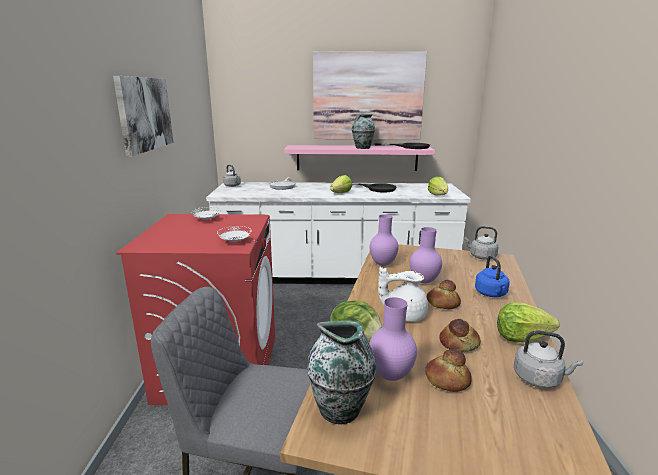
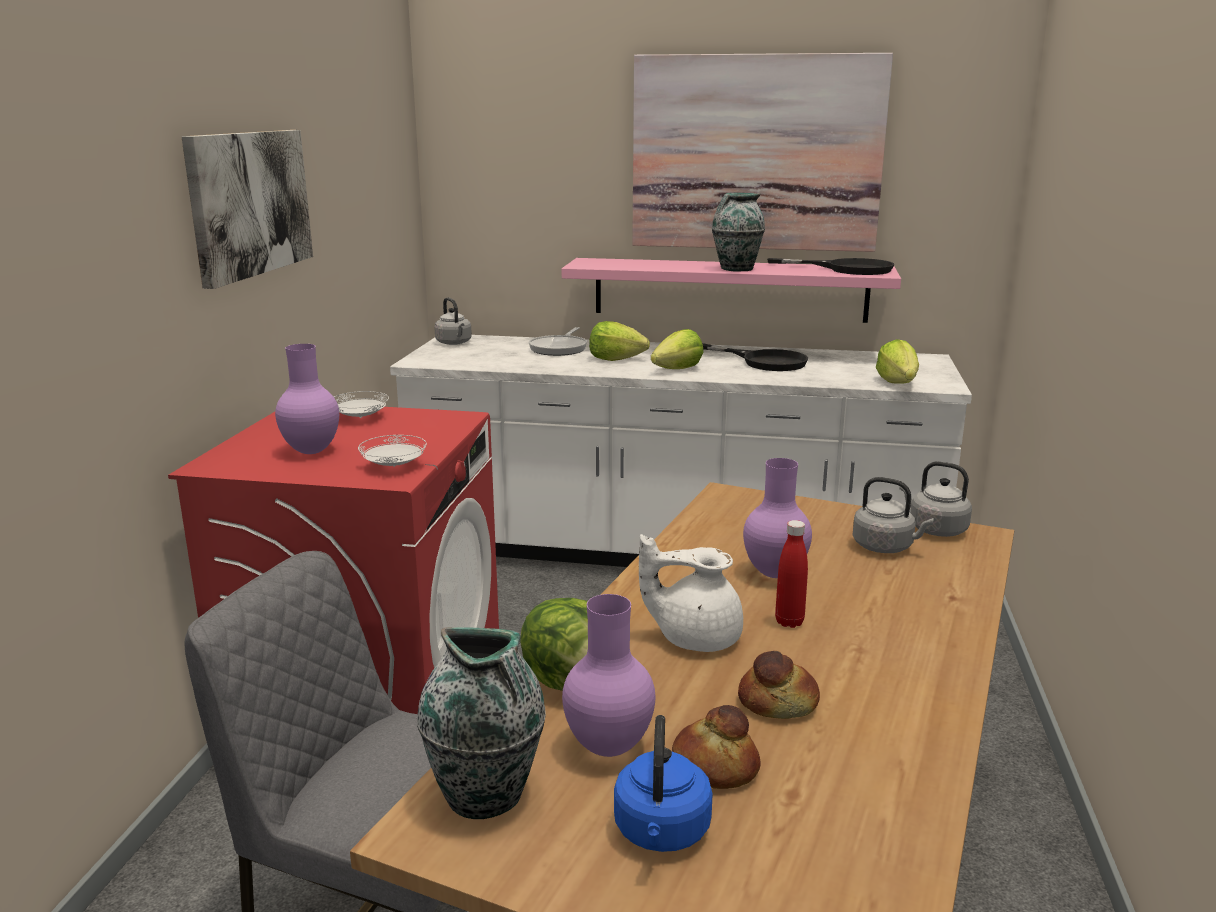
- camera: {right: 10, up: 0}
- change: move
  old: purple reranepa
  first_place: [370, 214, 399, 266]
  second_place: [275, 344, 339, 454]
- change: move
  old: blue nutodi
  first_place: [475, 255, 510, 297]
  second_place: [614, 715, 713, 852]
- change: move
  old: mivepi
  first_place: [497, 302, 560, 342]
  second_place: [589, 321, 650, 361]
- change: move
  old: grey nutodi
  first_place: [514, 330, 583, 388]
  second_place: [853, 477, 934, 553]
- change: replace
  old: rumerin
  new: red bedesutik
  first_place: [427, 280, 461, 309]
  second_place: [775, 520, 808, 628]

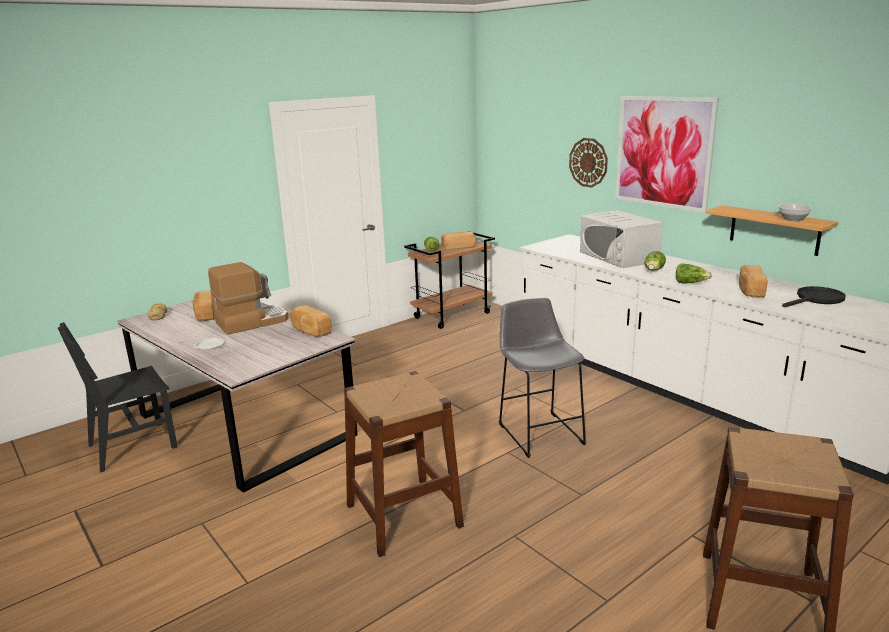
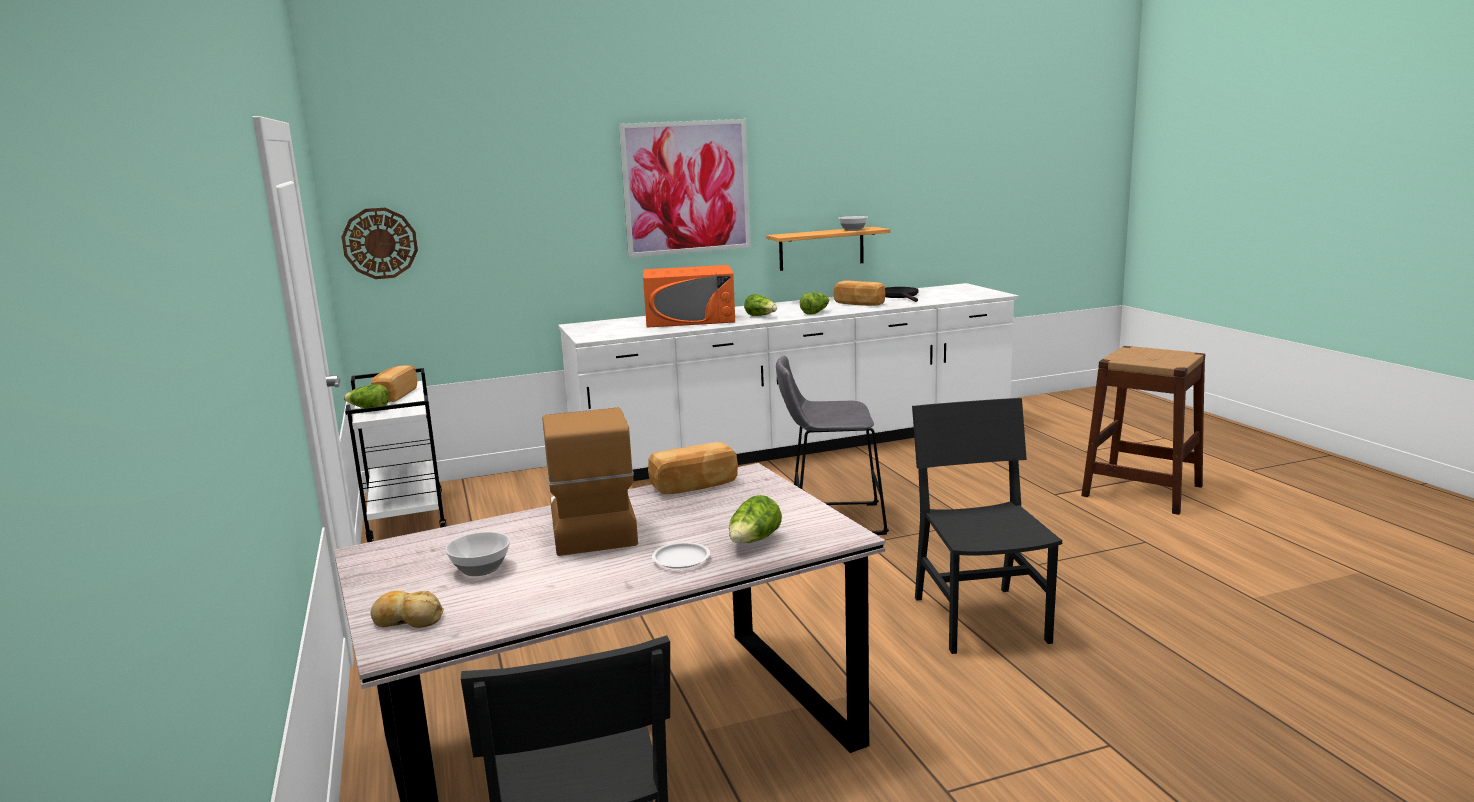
- camera: {right: -70, up: -5}
- change: insert
  new: mivepi
  second_place: [729, 495, 782, 543]
- change: move
  old: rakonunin
  first_place: [569, 138, 608, 187]
  second_place: [341, 208, 418, 279]
- change: replace
  old: rumerin
  new: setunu
  first_place: [193, 290, 215, 321]
  second_place: [445, 532, 510, 576]
- change: replace
  old: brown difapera
  new: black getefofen
  first_place: [344, 371, 464, 557]
  second_place: [912, 398, 1063, 654]
- change: recolor
  old: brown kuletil
  new: white kuletil
  first_place: [404, 231, 495, 329]
  second_place: [345, 368, 447, 542]
- change: recolor
  old: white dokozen
  new: orange dokozen
  first_place: [580, 210, 663, 268]
  second_place: [643, 265, 735, 328]

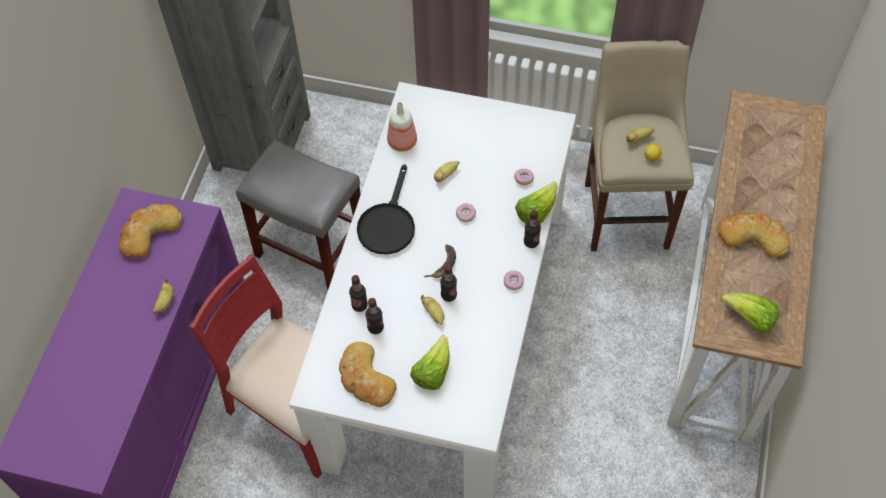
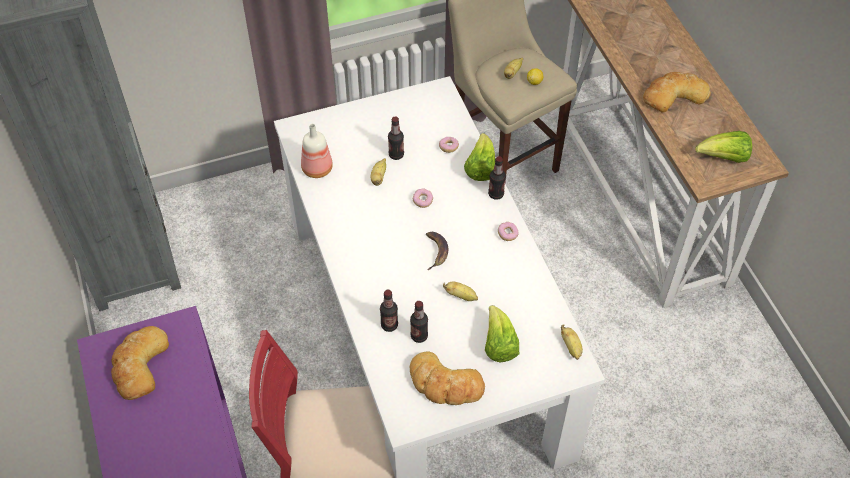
- camera: {right: -35, up: -5}
- change: delete
  old: grey difapera
  first_place: [236, 139, 361, 290]
- change: delete
  old: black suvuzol
  first_place: [357, 164, 415, 255]
- change: move
  old: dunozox
  first_place: [153, 279, 173, 313]
  second_place: [561, 324, 583, 360]
- change: move
  old: bedesutik
  first_place: [440, 265, 457, 302]
  second_place: [388, 117, 404, 160]

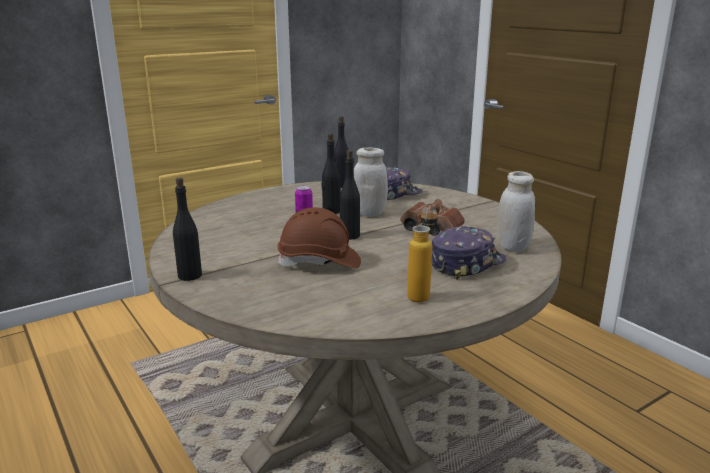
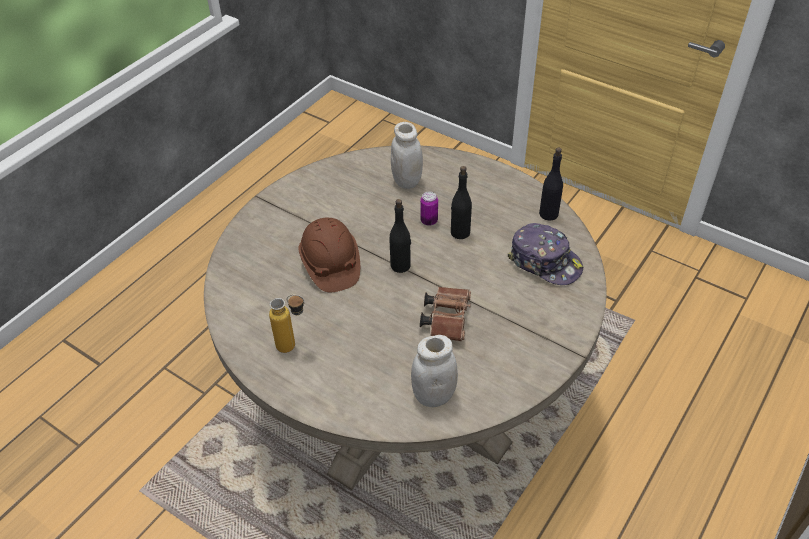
- camera: {right: 70, up: 25}
- change: delete
  old: black bedesutik
  first_place: [173, 178, 202, 281]
- change: delete
  old: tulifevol
  first_place: [432, 226, 506, 280]
- change: move
  old: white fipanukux
  first_place: [354, 147, 388, 216]
  second_place: [391, 122, 423, 189]

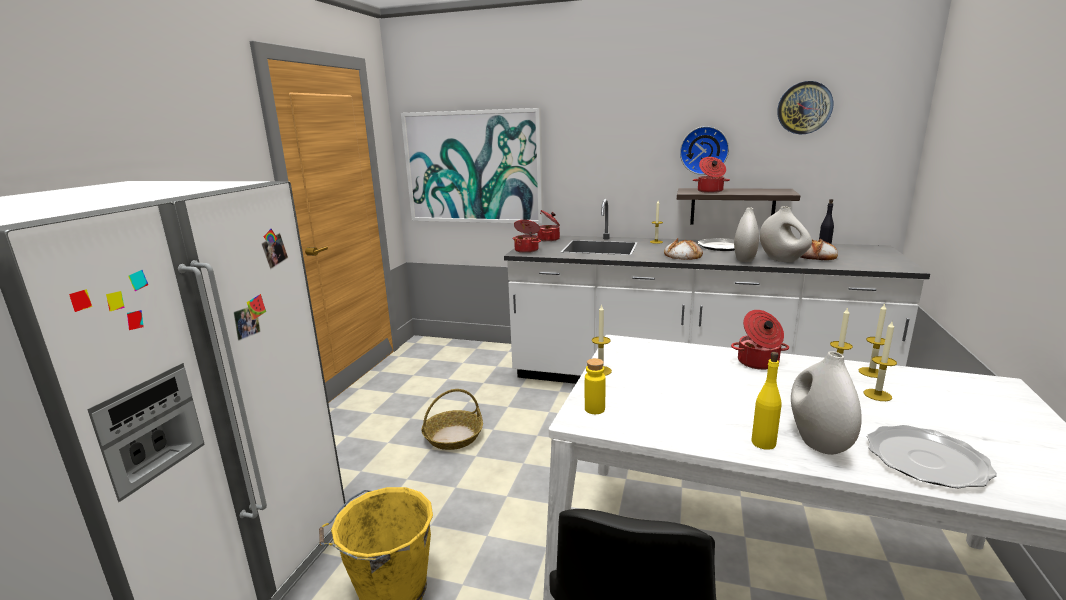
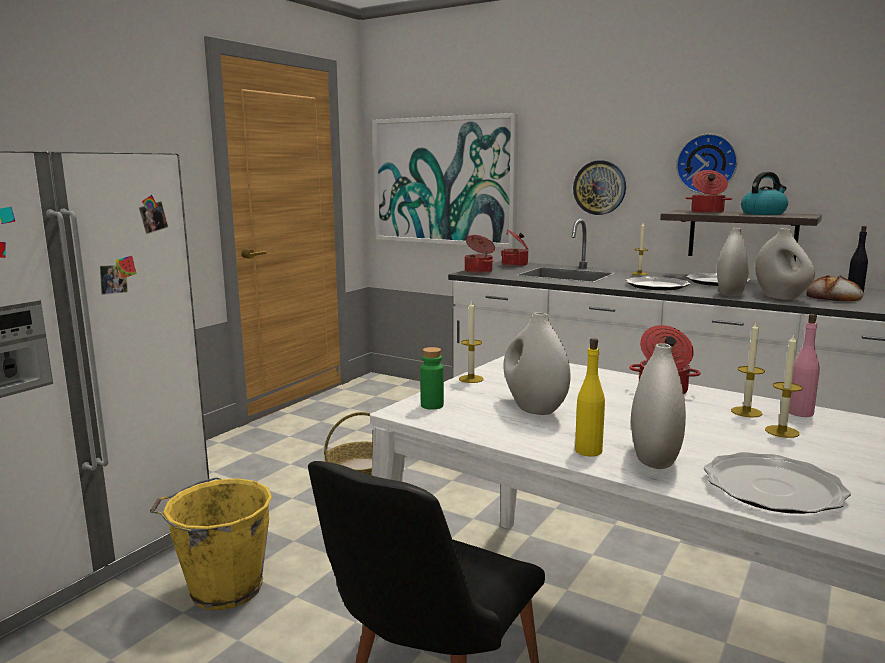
- camera: {right: 15, up: -5}
- change: insert
  new: white reranepa
  second_place: [503, 312, 570, 415]
- change: insert
  new: nutodi
  second_place: [741, 172, 788, 215]
- change: move
  old: rakonunin
  first_place: [777, 81, 833, 134]
  second_place: [573, 160, 626, 215]
- change: replace
  old: rumerin
  new: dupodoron
  first_place: [664, 238, 703, 260]
  second_place: [626, 277, 690, 290]
- change: replace
  old: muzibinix
  new: pink bedesutik
  first_place: [859, 303, 886, 378]
  second_place: [789, 314, 820, 417]
- change: recolor
  old: yellow bedesutik
  new: green bedesutik
  first_place: [585, 358, 606, 414]
  second_place: [420, 347, 444, 410]

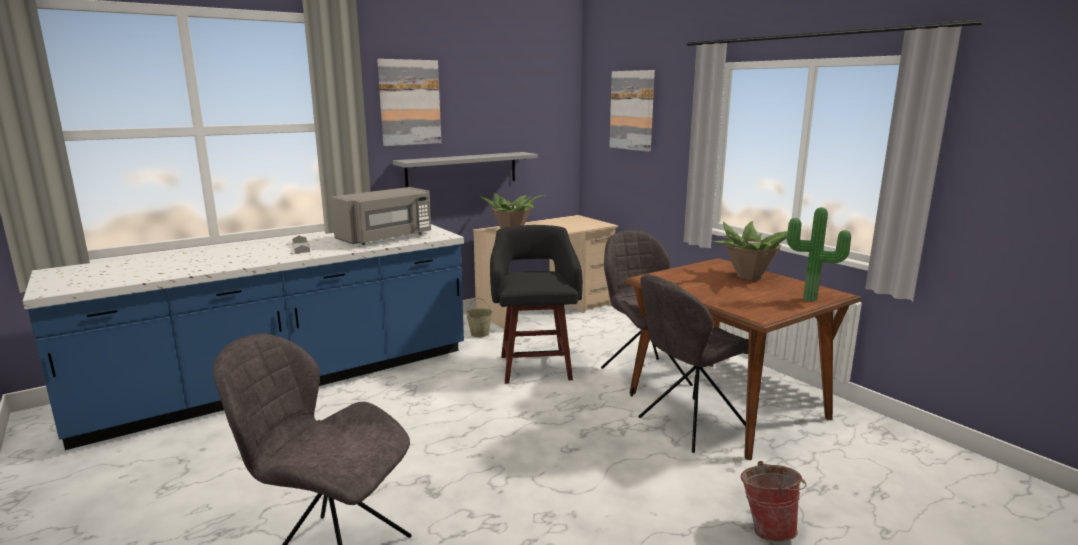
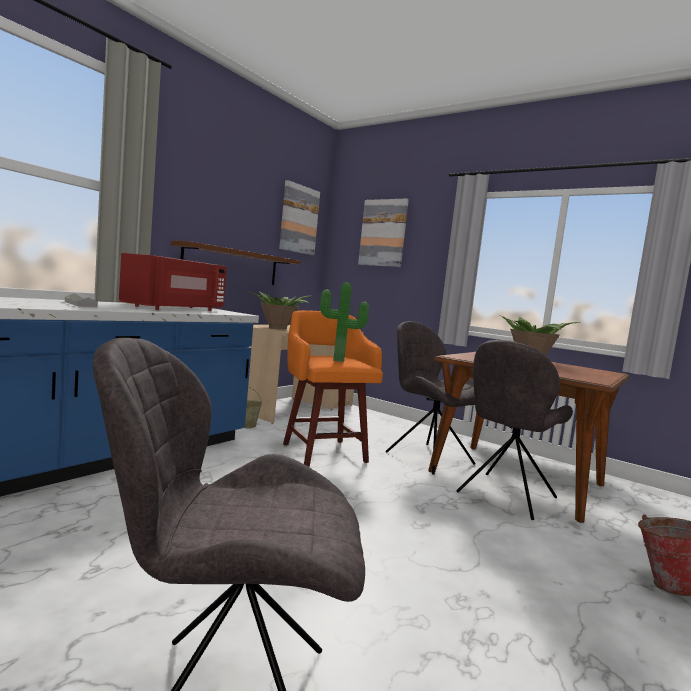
- camera: {right: -20, up: -10}
- change: move
  old: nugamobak
  first_place: [377, 59, 441, 146]
  second_place: [279, 180, 320, 255]
- change: move
  old: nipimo
  first_place: [787, 207, 851, 302]
  second_place: [320, 282, 369, 362]
- change: recolor
  old: grey dokozen
  new: red dokozen
  first_place: [331, 187, 431, 245]
  second_place: [119, 253, 227, 311]
- change: recolor
  old: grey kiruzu
  new: brown kiruzu
  first_place: [393, 152, 538, 187]
  second_place: [171, 241, 301, 285]
- change: recolor
  old: black difapera
  new: orange difapera
  first_place: [490, 225, 583, 384]
  second_place: [283, 310, 383, 467]

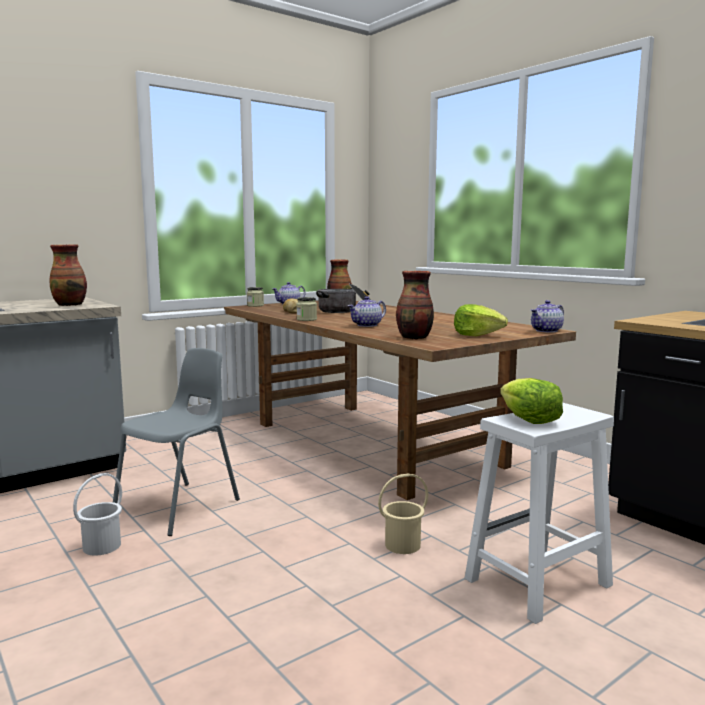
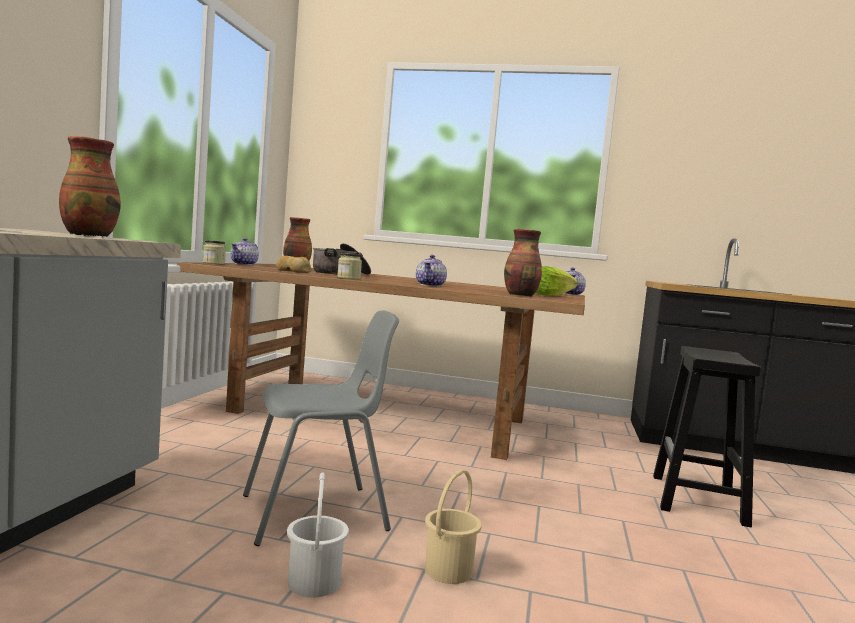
- camera: {right: -40, up: -5}
- change: delete
  old: mivepi
  first_place: [500, 378, 563, 424]
- change: move
  old: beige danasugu
  first_place: [378, 473, 428, 554]
  second_place: [425, 470, 482, 584]
- change: recolor
  old: white difapera
  new: black difapera
  first_place: [465, 403, 614, 624]
  second_place: [653, 346, 761, 527]
- change: rotate
  old: grey getefofen
  first_place: [113, 348, 240, 536]
  second_place: [243, 311, 399, 546]
  degrees: 75

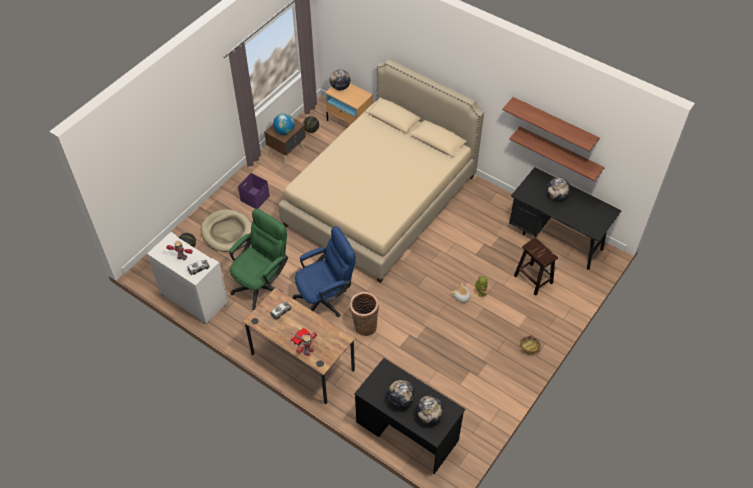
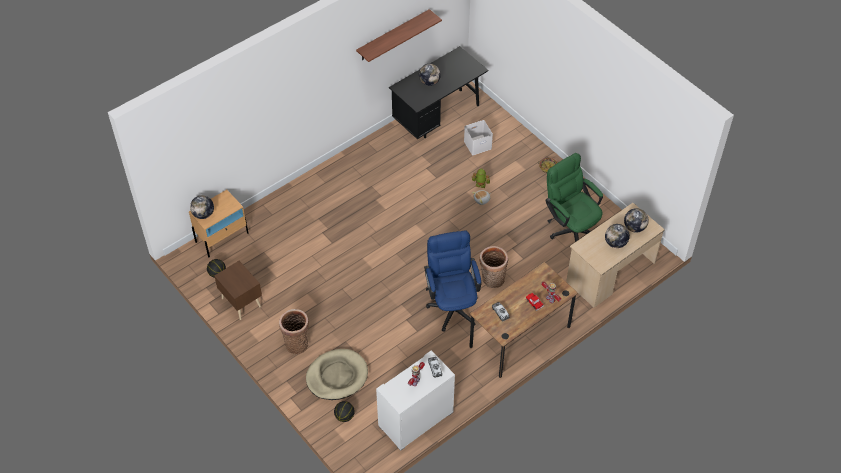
- camera: {right: -75, up: 0}
- change: delete
  old: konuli
  first_place: [273, 113, 295, 135]
- change: delete
  old: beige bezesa
  first_place: [278, 59, 484, 283]
- change: delete
  old: kiruzu
  first_place: [509, 127, 605, 181]
- change: move
  old: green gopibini
  first_place: [229, 209, 288, 310]
  second_place: [545, 153, 603, 242]
- change: replace
  old: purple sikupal
  new: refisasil
  first_place: [238, 173, 270, 209]
  second_place: [279, 309, 309, 354]
- change: replace
  old: brown difapera
  new: white sikupal
  first_place: [514, 237, 558, 296]
  second_place: [464, 120, 493, 155]
- change: recolor
  old: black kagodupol
  new: beige kagodupol
  first_place: [354, 358, 465, 474]
  second_place: [566, 203, 665, 307]

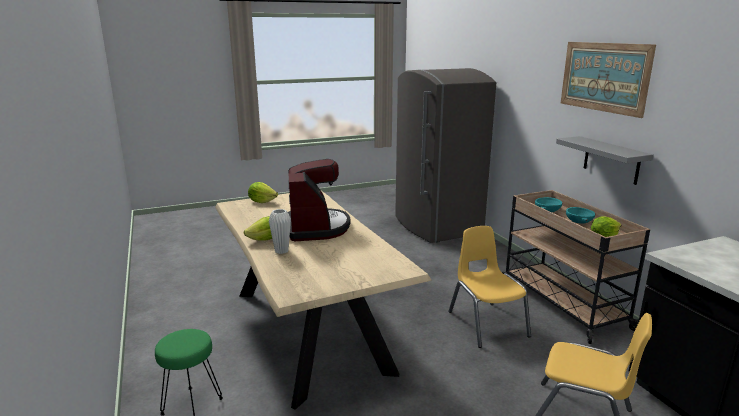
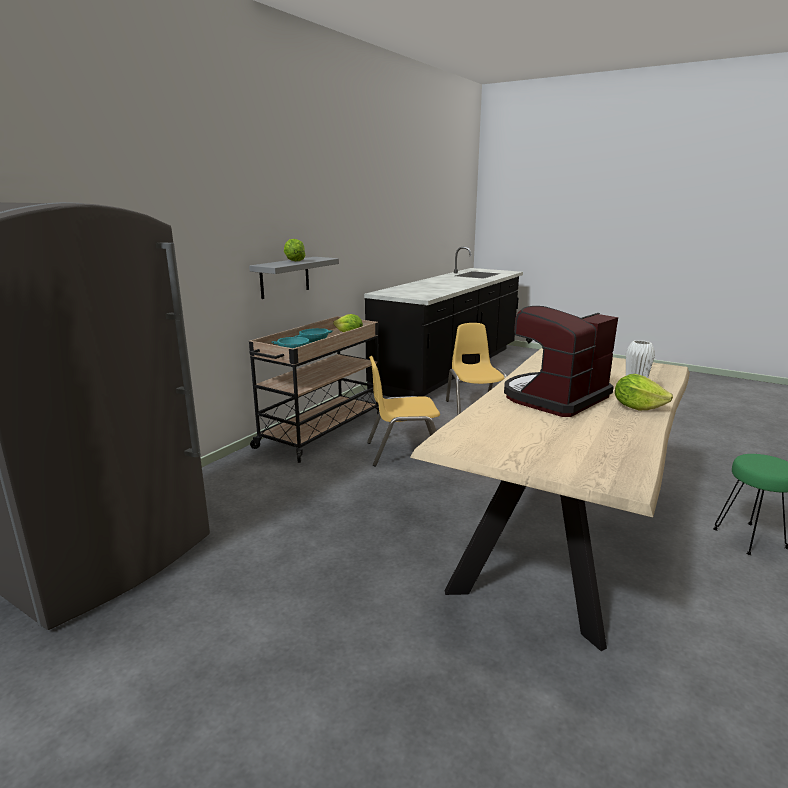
- camera: {right: -125, up: 0}
- change: delete
  old: nugamobak
  first_place: [561, 42, 656, 118]
- change: move
  old: mivepi
  first_place: [248, 182, 278, 203]
  second_place: [284, 239, 305, 261]
- change: rotate
  old: yellow getefofen
  first_place: [448, 226, 531, 348]
  second_place: [367, 356, 440, 467]
  degrees: 45

